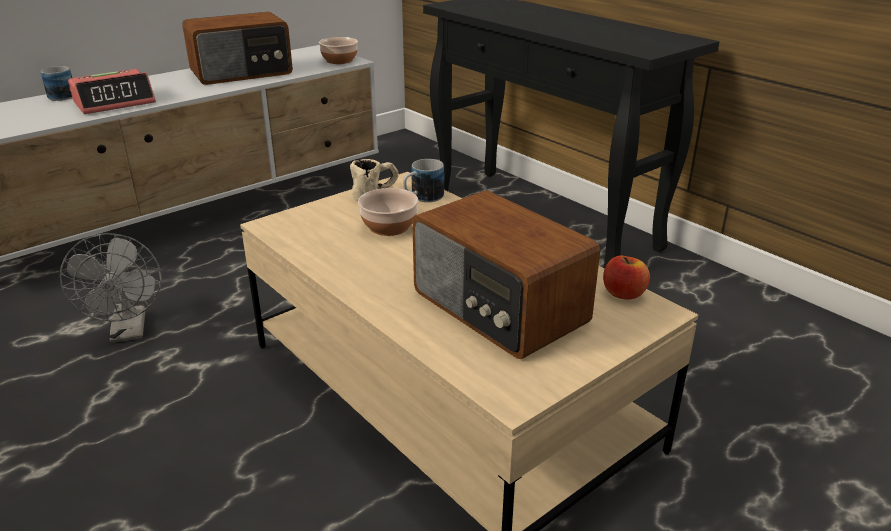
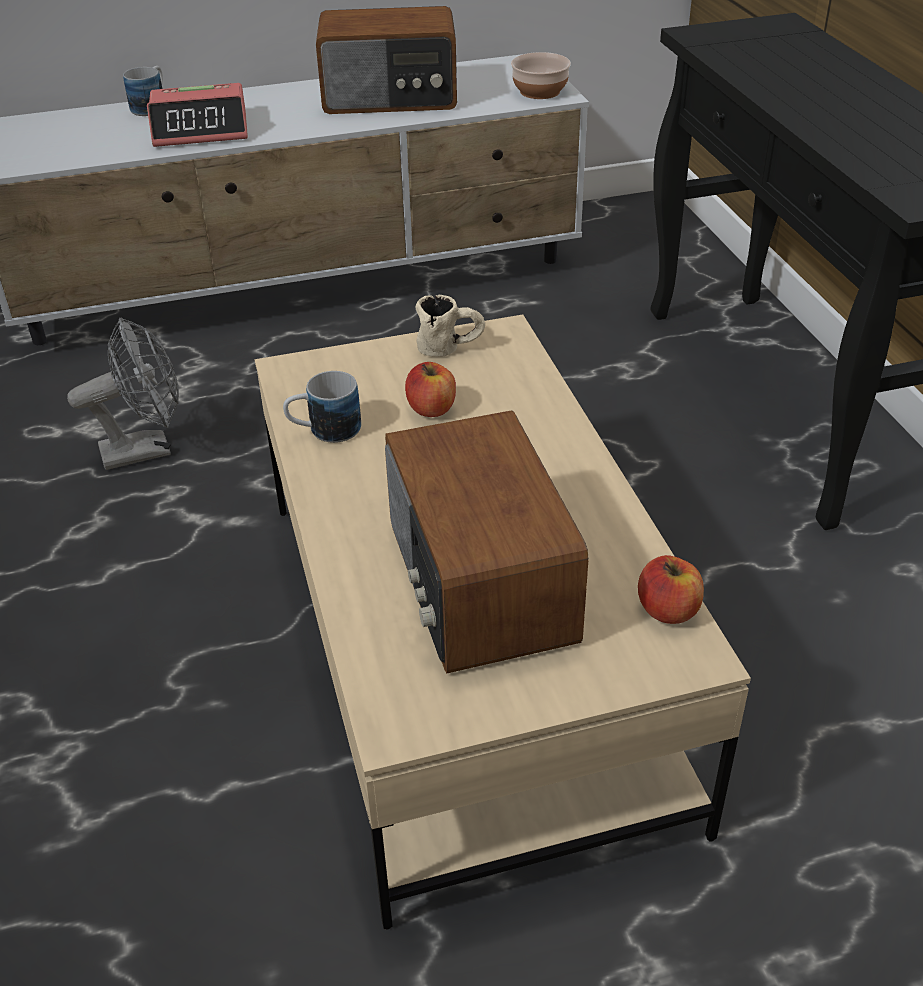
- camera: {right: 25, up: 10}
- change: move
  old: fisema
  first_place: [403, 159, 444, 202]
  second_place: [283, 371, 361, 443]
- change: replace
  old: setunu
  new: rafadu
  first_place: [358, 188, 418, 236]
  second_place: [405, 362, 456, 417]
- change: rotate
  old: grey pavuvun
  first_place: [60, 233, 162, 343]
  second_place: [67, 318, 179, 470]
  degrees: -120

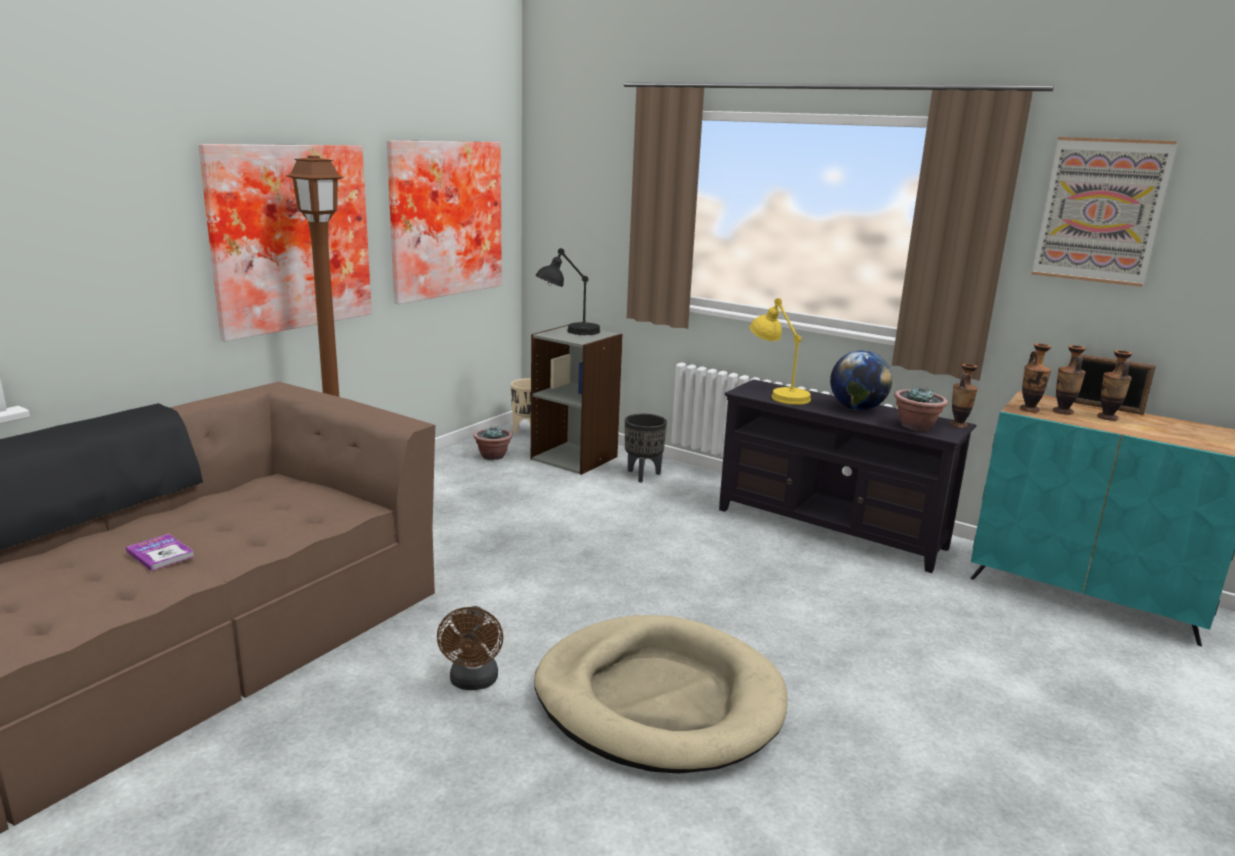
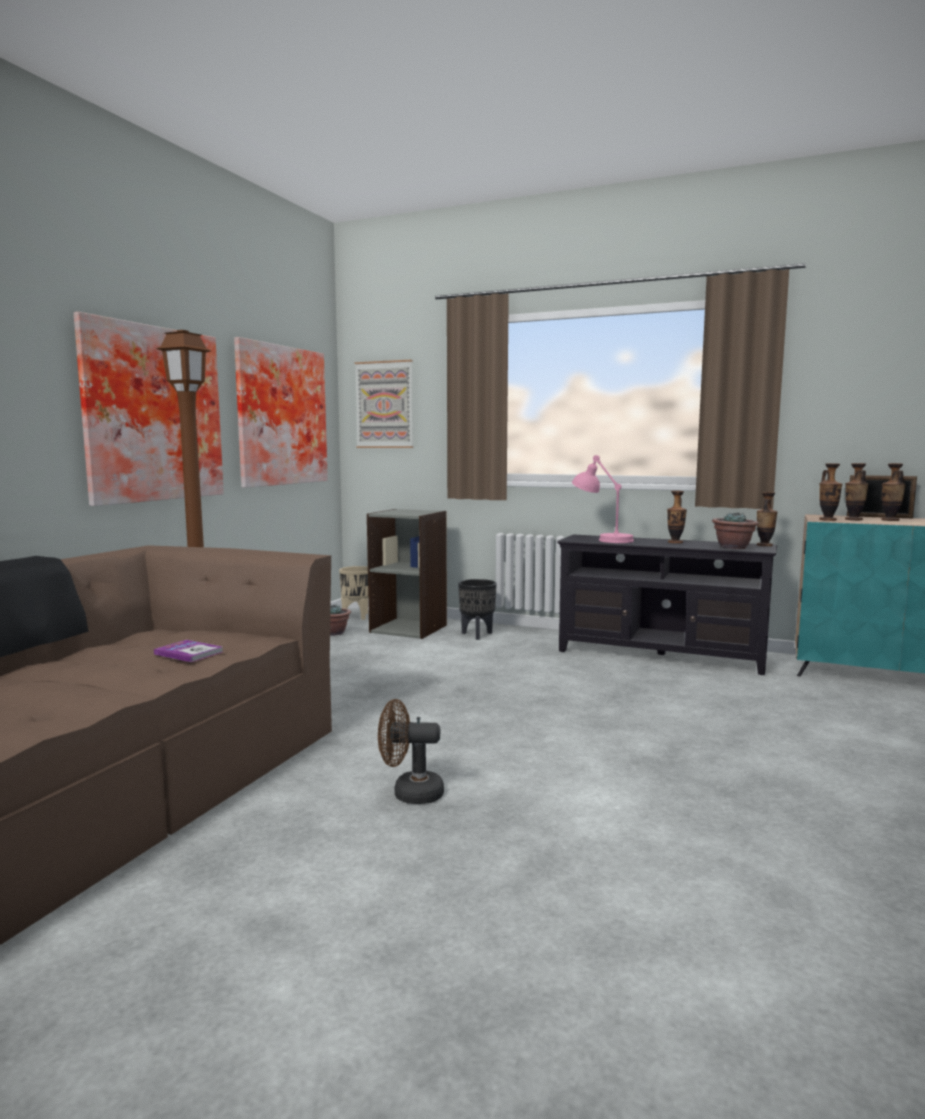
- camera: {right: -10, up: -10}
- change: delete
  old: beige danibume
  first_place: [534, 615, 787, 774]
- change: delete
  old: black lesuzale
  first_place: [536, 248, 600, 335]
- change: move
  old: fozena
  first_place: [126, 534, 195, 571]
  second_place: [154, 640, 223, 662]
- change: move
  old: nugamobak
  first_place: [1032, 137, 1177, 287]
  second_place: [355, 360, 413, 448]
- change: replace
  old: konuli
  new: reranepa
  first_place: [830, 350, 892, 410]
  second_place: [667, 491, 687, 543]
- change: recolor
  old: yellow lesuzale
  new: pink lesuzale
  first_place: [750, 298, 811, 405]
  second_place: [572, 455, 634, 543]
- change: rotate
  old: brown pavuvun
  first_place: [437, 606, 503, 690]
  second_place: [378, 699, 444, 804]
  degrees: 105

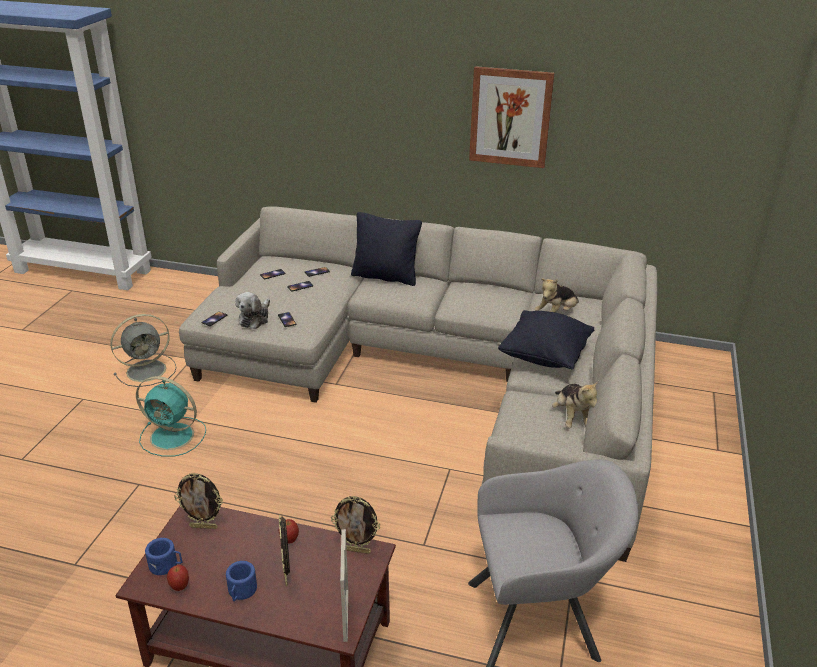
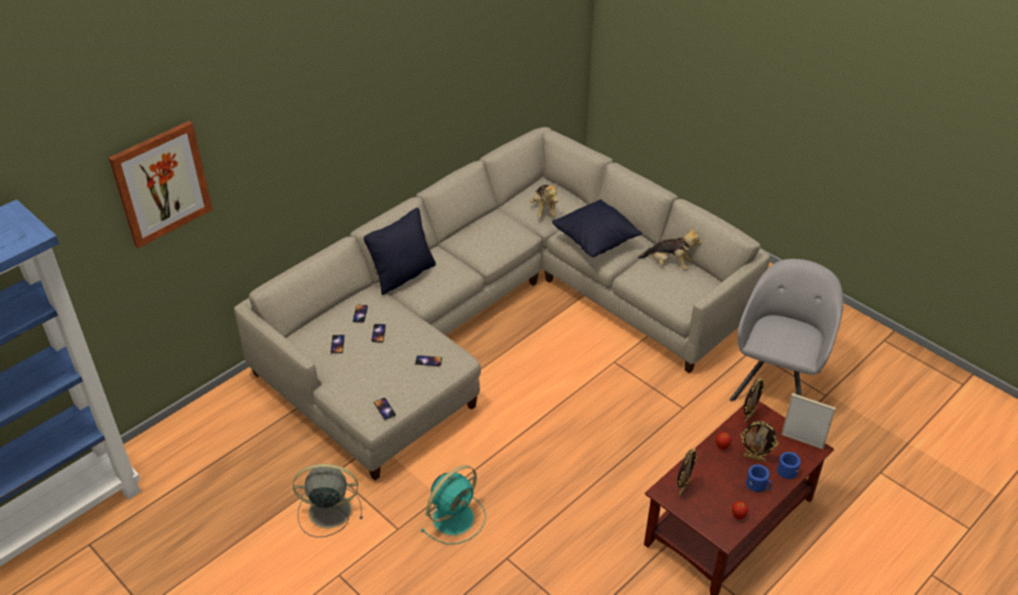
- camera: {right: -60, up: 10}
- change: delete
  old: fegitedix
  first_place: [235, 292, 270, 329]
- change: move
  old: blue fisema
  first_place: [145, 538, 182, 575]
  second_place: [777, 452, 801, 479]
- change: move
  old: nugamobak
  first_place: [469, 66, 555, 168]
  second_place: [109, 121, 213, 248]
- change: rotate
  old: grey pavuvun
  first_place: [111, 314, 176, 387]
  second_place: [293, 464, 363, 538]
  degrees: -90

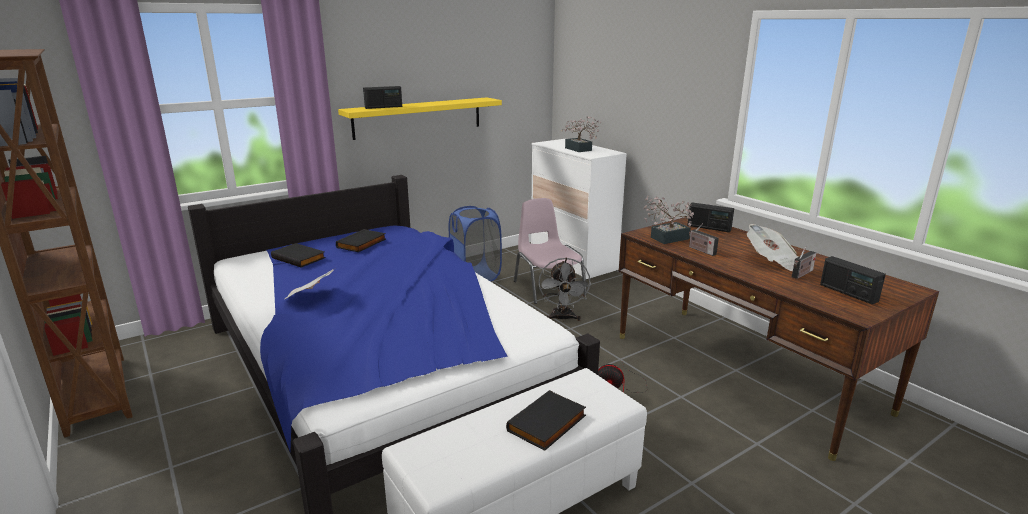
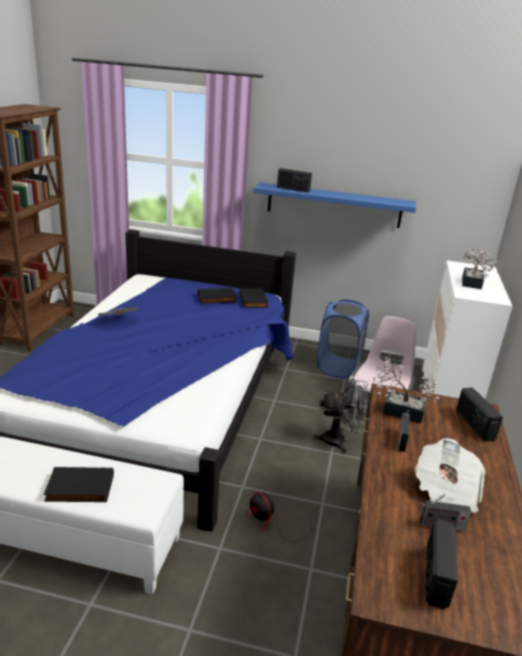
- camera: {right: 45, up: 5}
- change: move
  old: black fozena
  first_place: [271, 243, 326, 268]
  second_place: [239, 288, 269, 308]
- change: recolor
  old: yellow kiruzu
  new: blue kiruzu
  first_place: [338, 97, 502, 140]
  second_place: [253, 182, 416, 228]
- change: rotate
  old: grey pavuvun
  first_place: [539, 257, 591, 322]
  second_place: [313, 379, 369, 453]
  degrees: -135

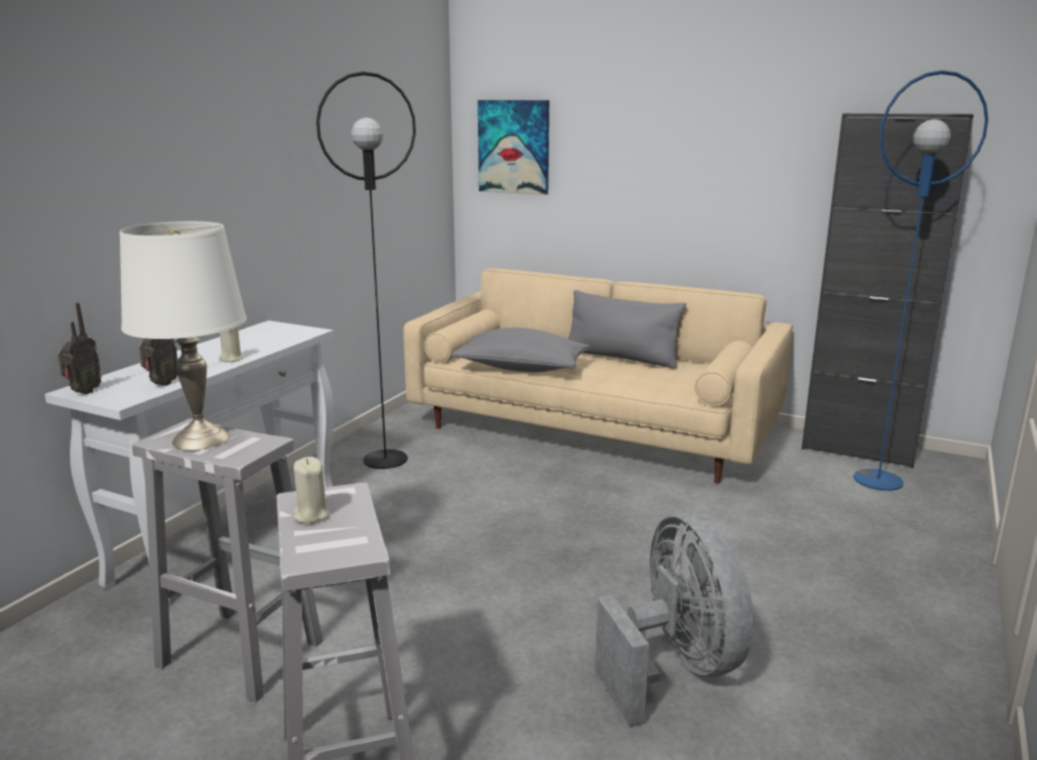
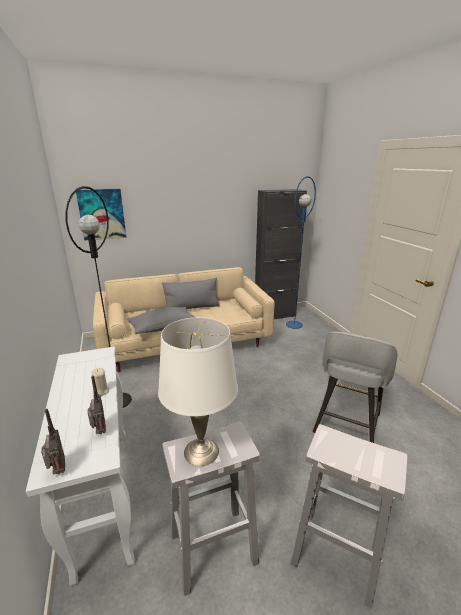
- camera: {right: -45, up: 5}
- change: delete
  old: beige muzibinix
  first_place: [294, 457, 329, 523]
- change: replace
  old: grey pavuvun
  new: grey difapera
  first_place: [595, 511, 754, 725]
  second_place: [313, 332, 398, 443]

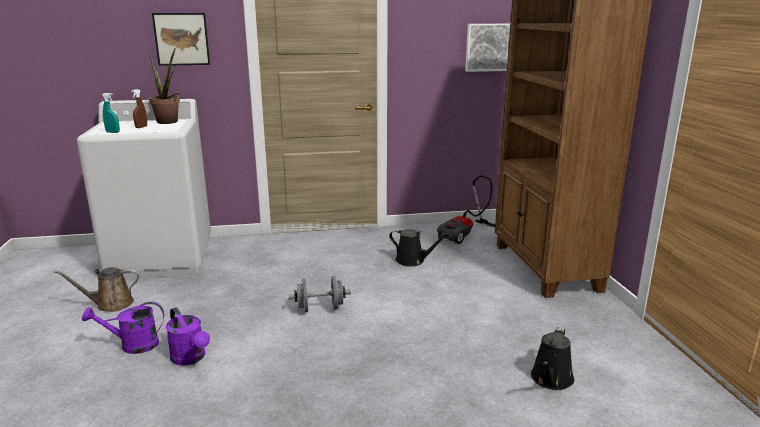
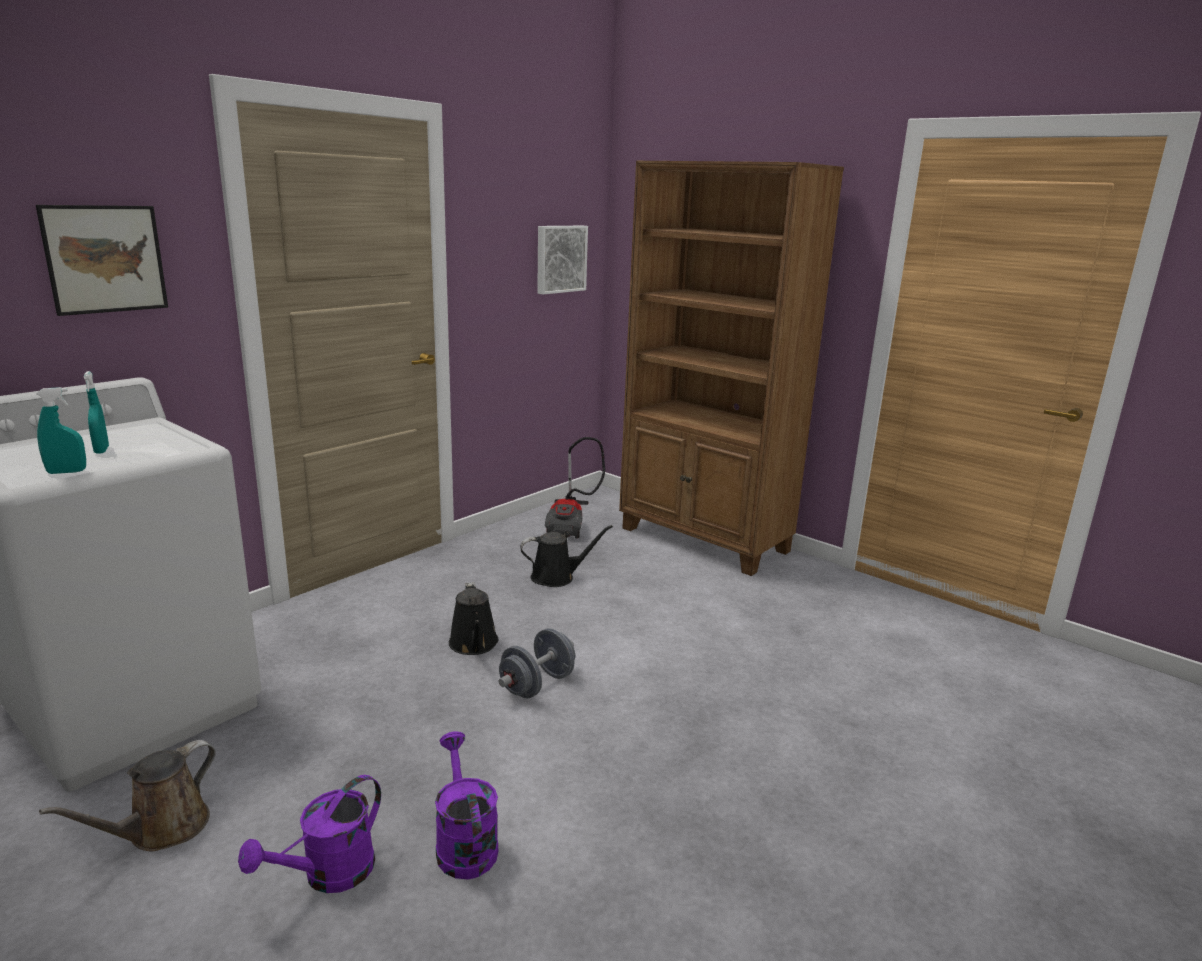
- camera: {right: -40, up: 0}
- change: delete
  old: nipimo
  first_place: [149, 48, 181, 124]
- change: move
  old: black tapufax
  first_place: [531, 327, 574, 390]
  second_place: [449, 582, 498, 655]
- change: recolor
  old: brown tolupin
  new: turquoise tolupin
  first_place: [131, 89, 147, 128]
  second_place: [83, 371, 109, 454]
- change: rotate
  old: purple tapufax
  first_place: [166, 307, 210, 366]
  second_place: [435, 731, 498, 879]
  degrees: -120

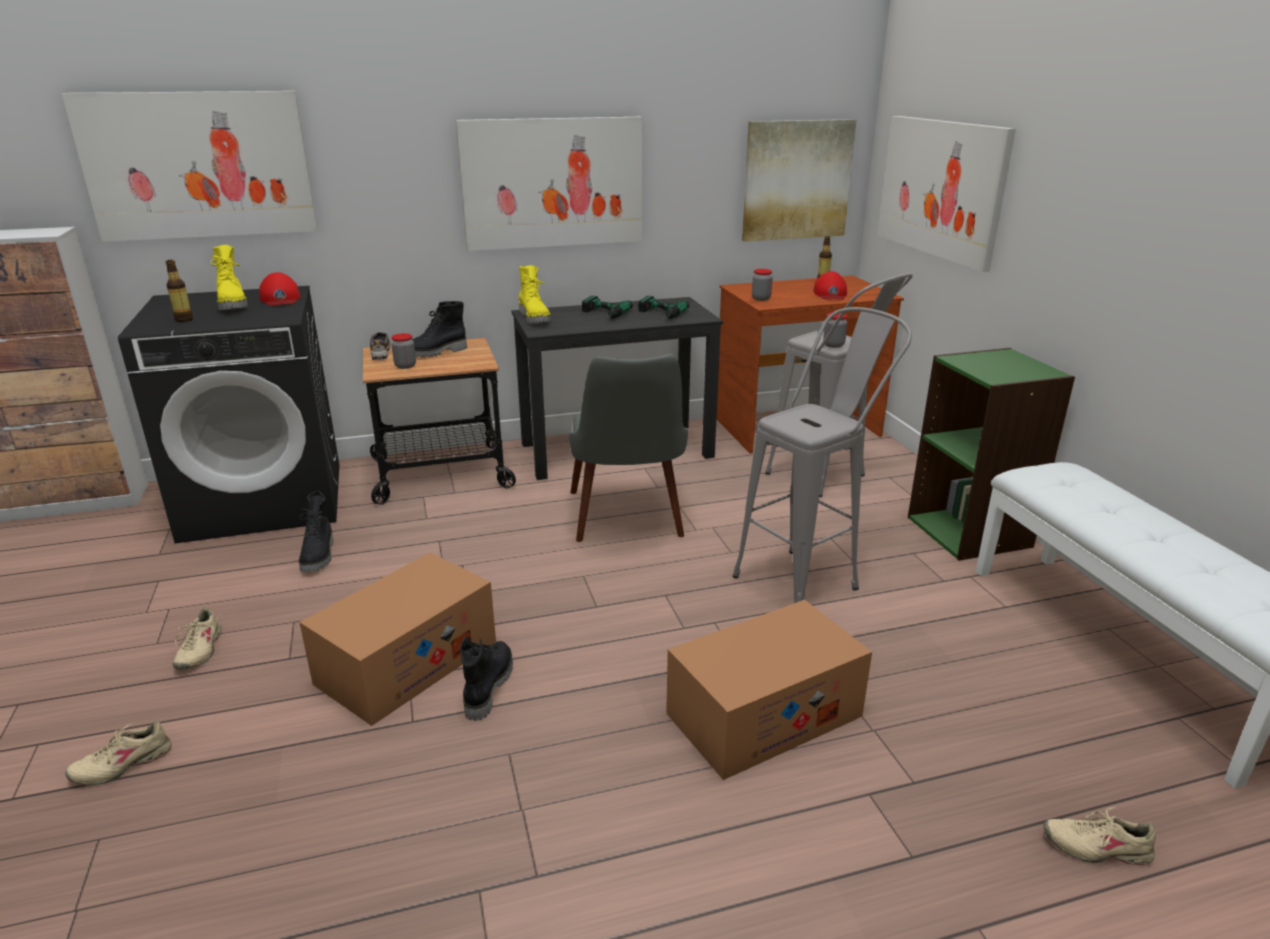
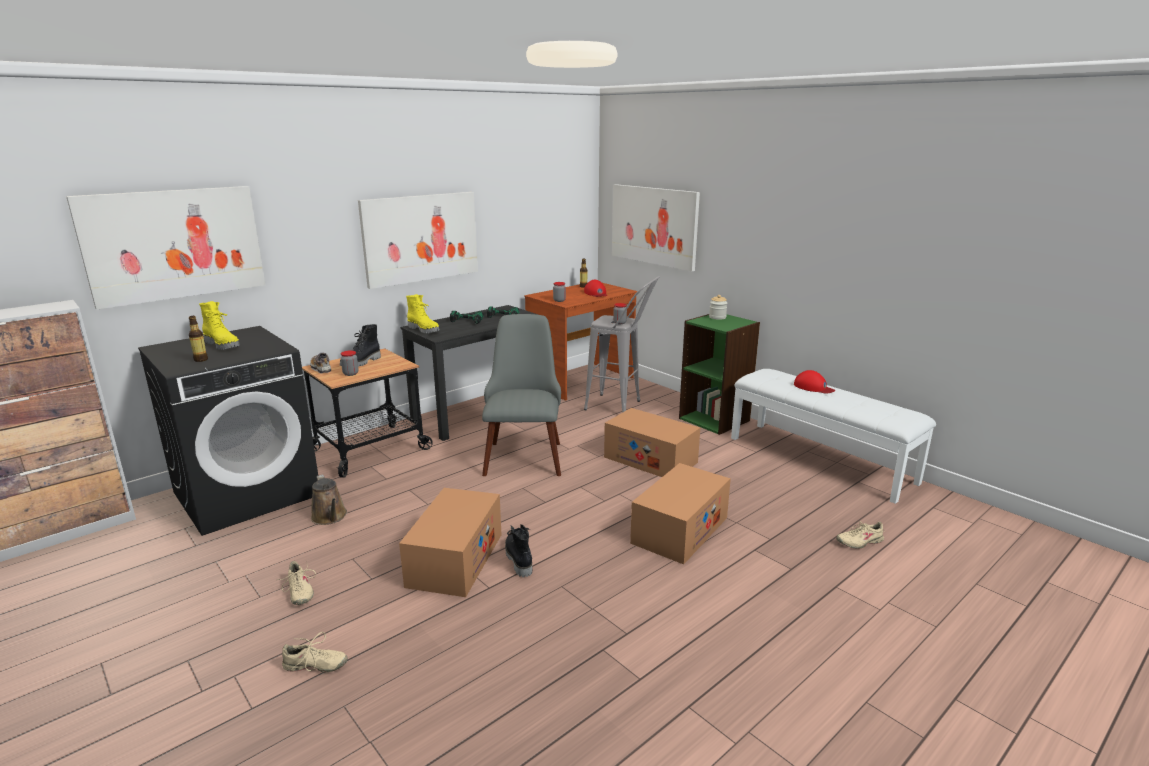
- camera: {right: -25, up: -5}
- change: delete
  old: nugamobak
  first_place: [742, 119, 856, 241]
- change: insert
  new: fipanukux
  second_place: [709, 295, 727, 320]
- change: move
  old: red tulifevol
  first_place: [259, 272, 300, 306]
  second_place: [794, 370, 835, 393]
- change: replace
  old: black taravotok
  new: brown tapufax
  first_place: [299, 491, 333, 572]
  second_place: [311, 474, 347, 525]
- change: replace
  old: grey difapera
  new: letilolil
  first_place: [733, 307, 912, 603]
  second_place: [604, 408, 700, 477]
- change: rotate
  old: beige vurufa
  first_place: [65, 720, 172, 785]
  second_place: [282, 632, 348, 673]
  degrees: -120
- change: rotate
  old: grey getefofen
  first_place: [569, 354, 688, 542]
  second_place: [482, 314, 561, 476]
  degrees: -150

